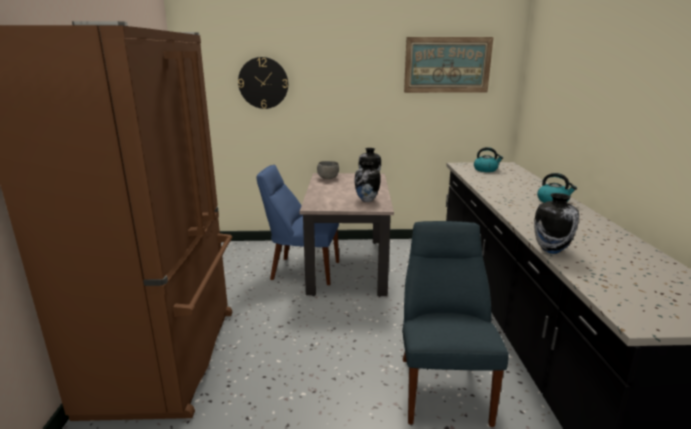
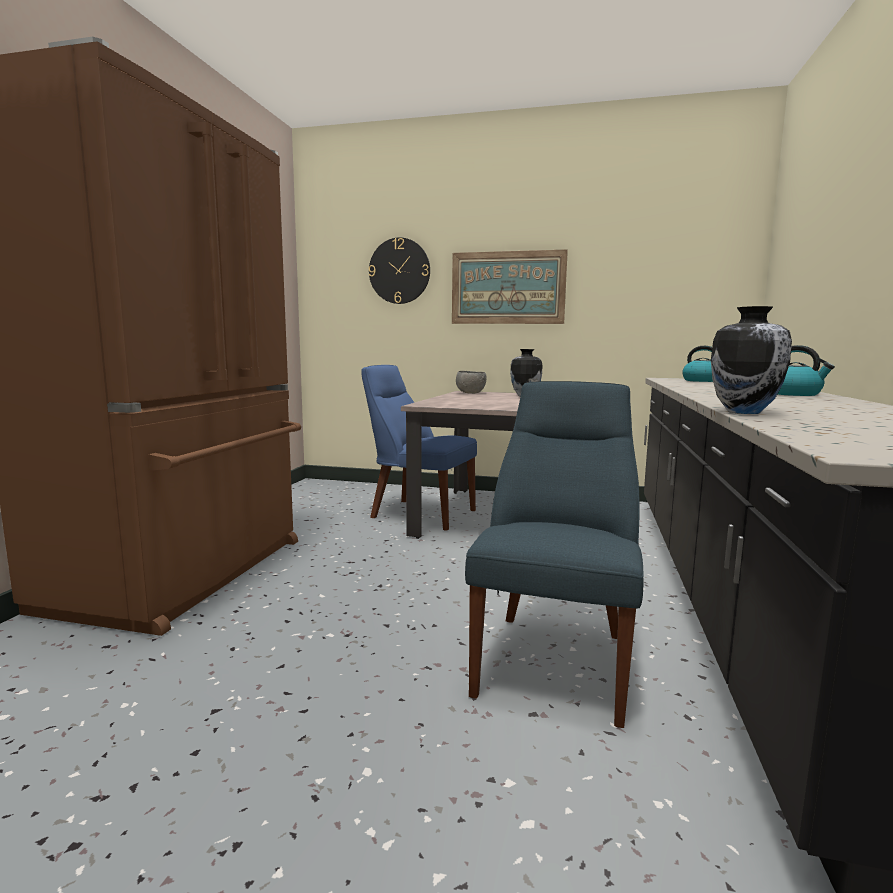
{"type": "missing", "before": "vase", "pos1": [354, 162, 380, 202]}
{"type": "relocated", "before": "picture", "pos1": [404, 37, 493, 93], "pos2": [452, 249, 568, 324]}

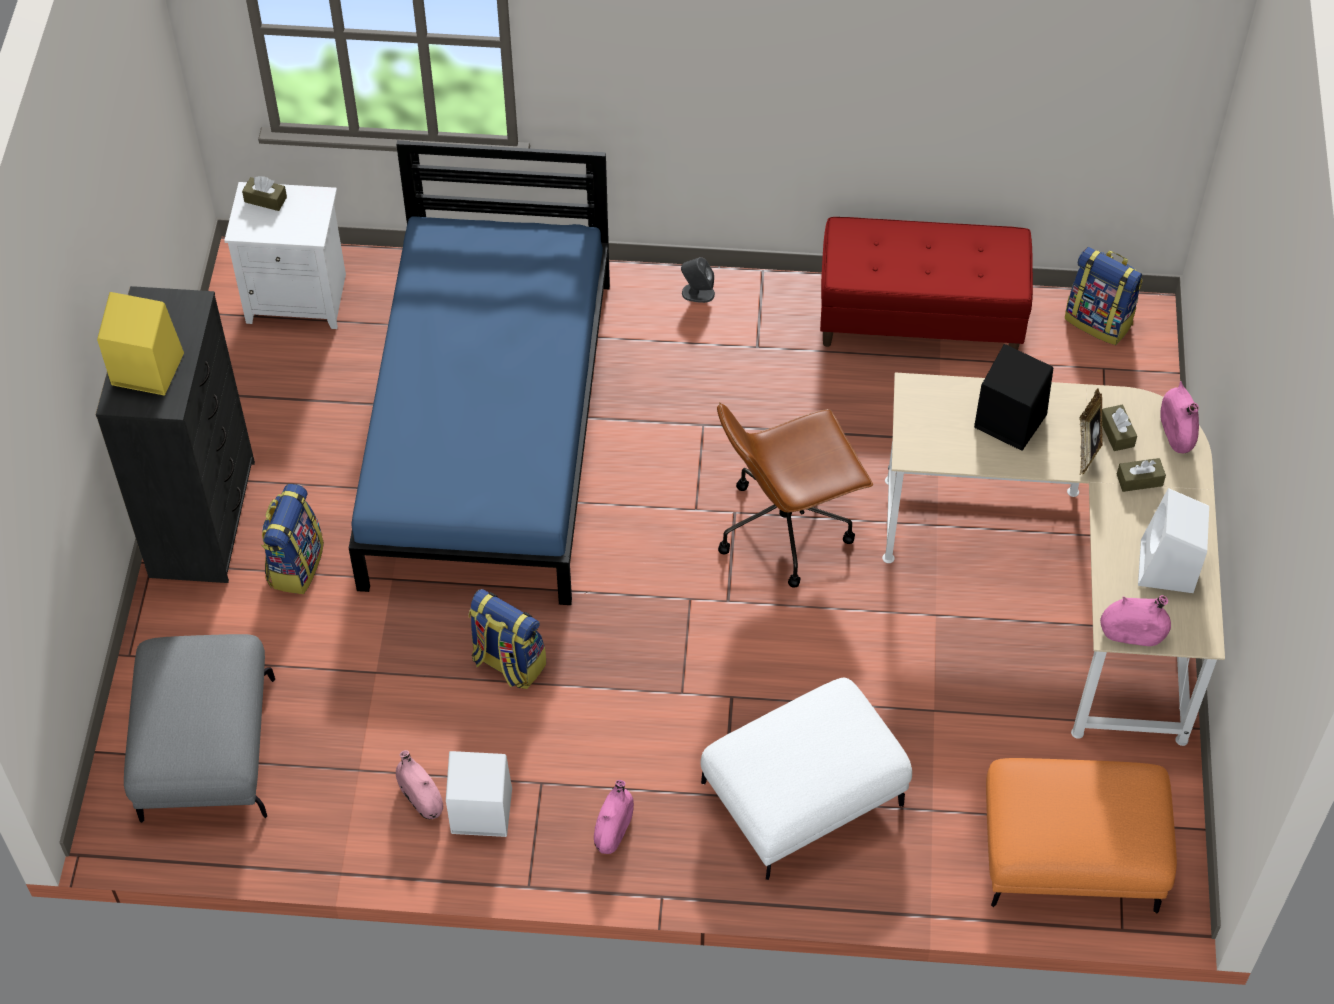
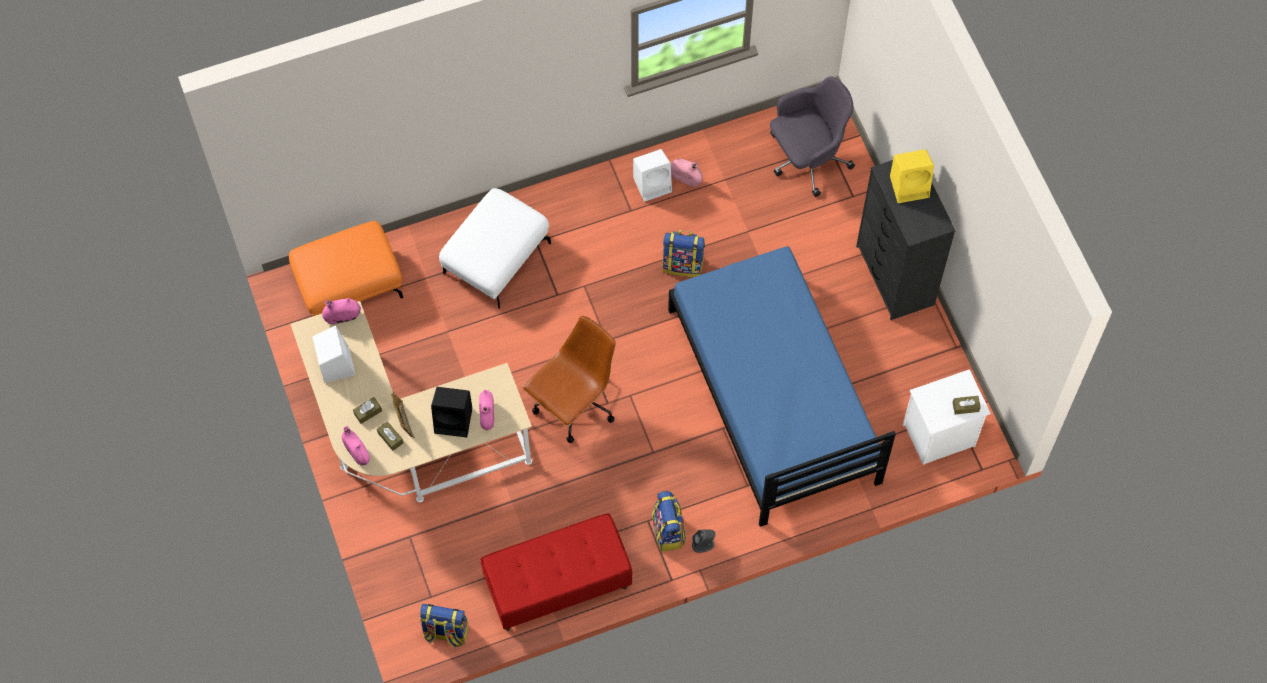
{"type": "relocated", "before": "backpack", "pos1": [261, 484, 324, 594], "pos2": [652, 491, 686, 552]}
{"type": "relocated", "before": "vase (pink)", "pos1": [594, 780, 634, 854], "pos2": [479, 390, 494, 430]}
{"type": "exchanged", "before": "ottoman (grey)", "after": "office chair (grey)", "pos1": [124, 634, 275, 823], "pos2": [770, 77, 855, 197]}

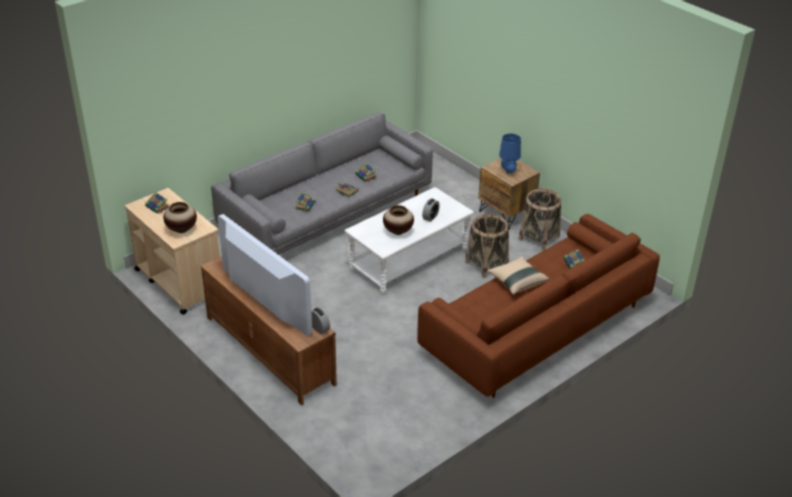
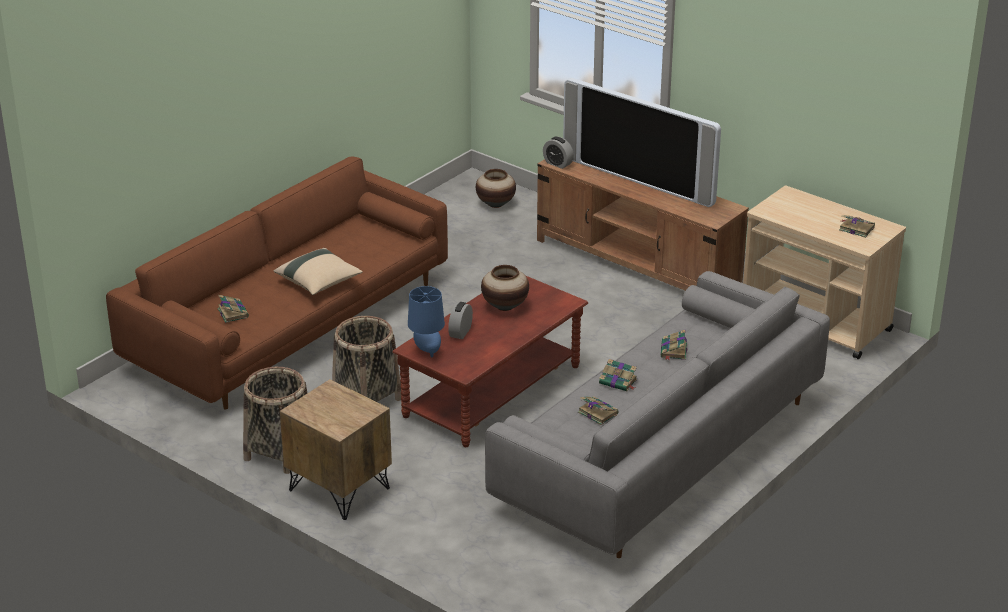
{"type": "relocated", "before": "vase", "pos1": [163, 202, 197, 233], "pos2": [476, 169, 516, 208]}
{"type": "relocated", "before": "table lamp (blue)", "pos1": [499, 133, 521, 174], "pos2": [408, 286, 445, 357]}
{"type": "colour", "before": "coffee table (white)", "after": "coffee table (brown)", "pos1": [344, 187, 474, 295], "pos2": [392, 275, 588, 447]}

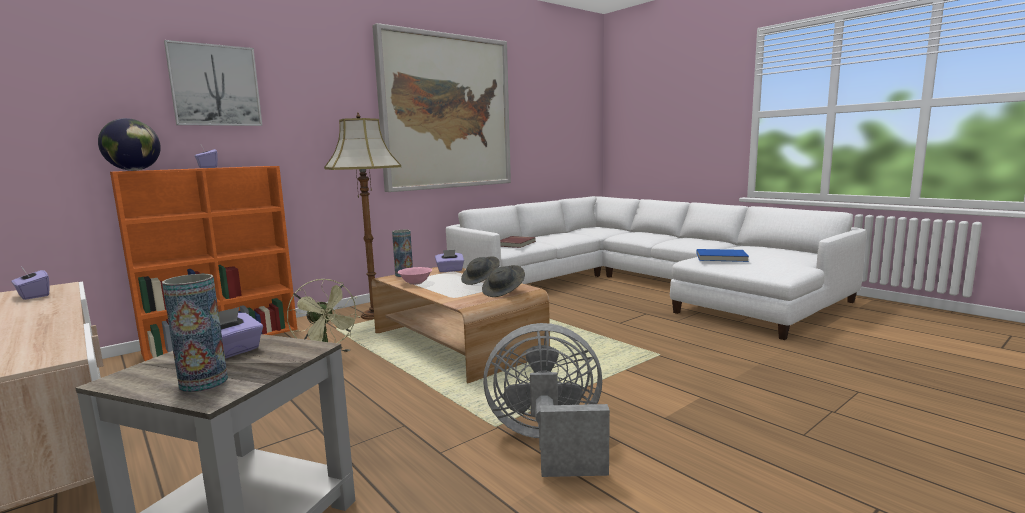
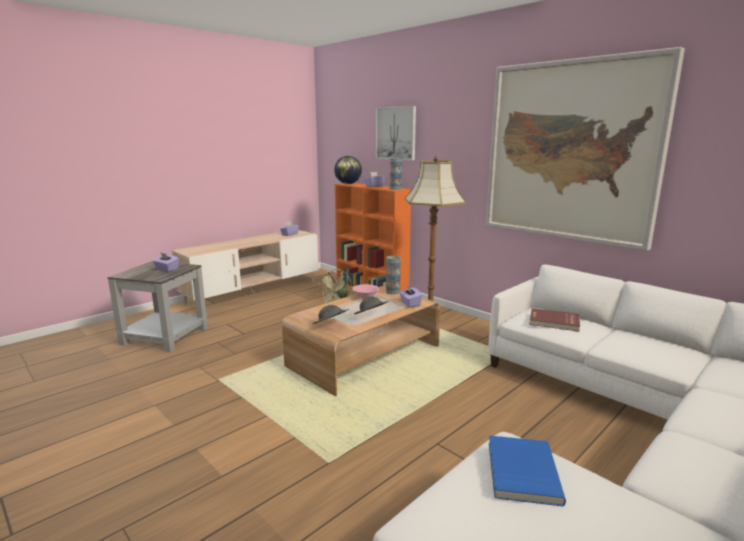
{"type": "missing", "before": "fan (grey)", "pos1": [483, 323, 610, 477]}
{"type": "relocated", "before": "vase", "pos1": [162, 274, 228, 393], "pos2": [390, 158, 402, 190]}

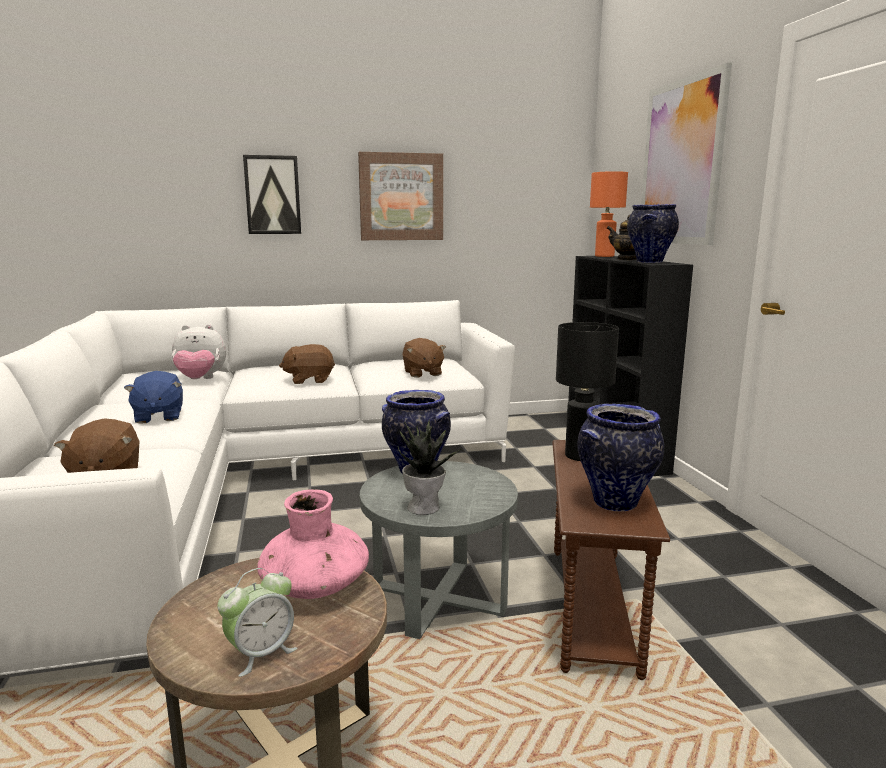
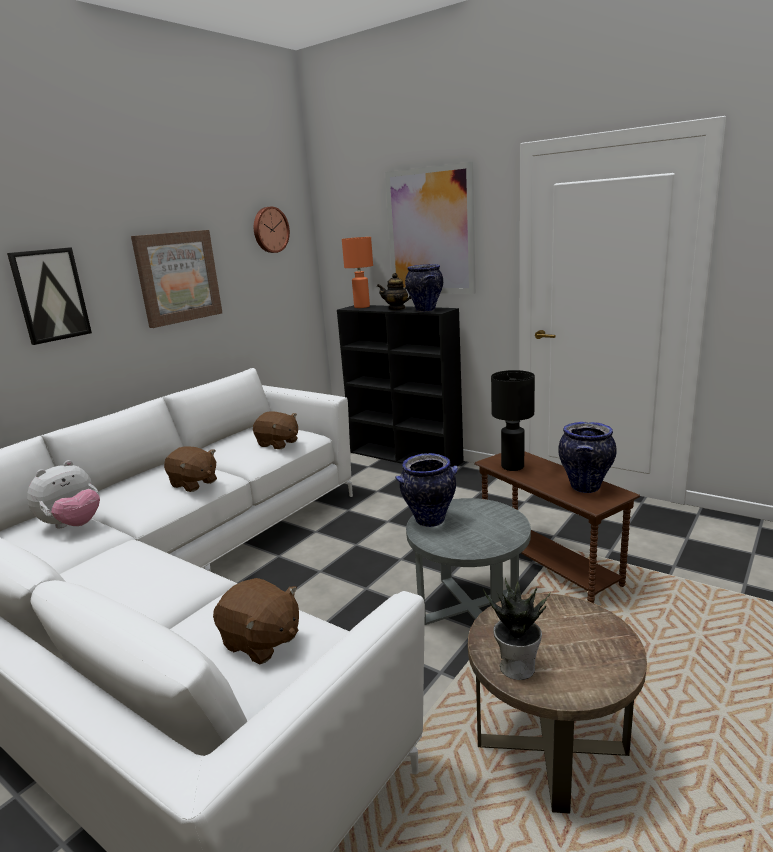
{"type": "missing", "before": "plush toy (blue)", "pos1": [124, 371, 183, 424]}
{"type": "missing", "before": "alarm clock", "pos1": [218, 568, 297, 677]}
{"type": "missing", "before": "vase (pink)", "pos1": [257, 489, 369, 599]}
{"type": "appeared", "after": "wall clock", "pos2": [254, 207, 290, 253]}
{"type": "relocated", "before": "potted plant", "pos1": [397, 419, 463, 515], "pos2": [483, 578, 550, 680]}
{"type": "spun", "before": "plush toy (brown)", "pos1": [279, 344, 335, 384], "pos2": [164, 446, 217, 492], "turn": -90}

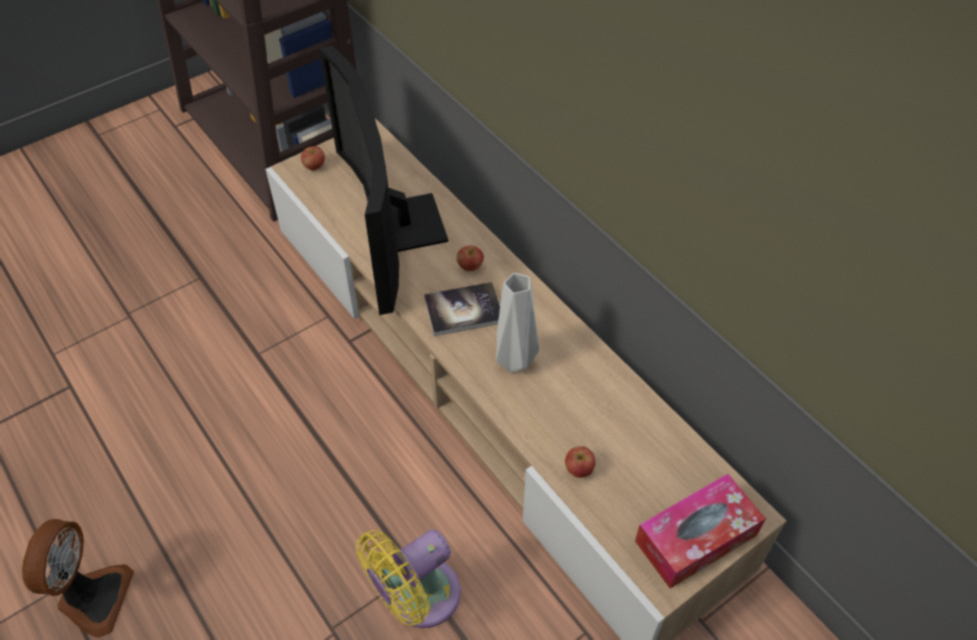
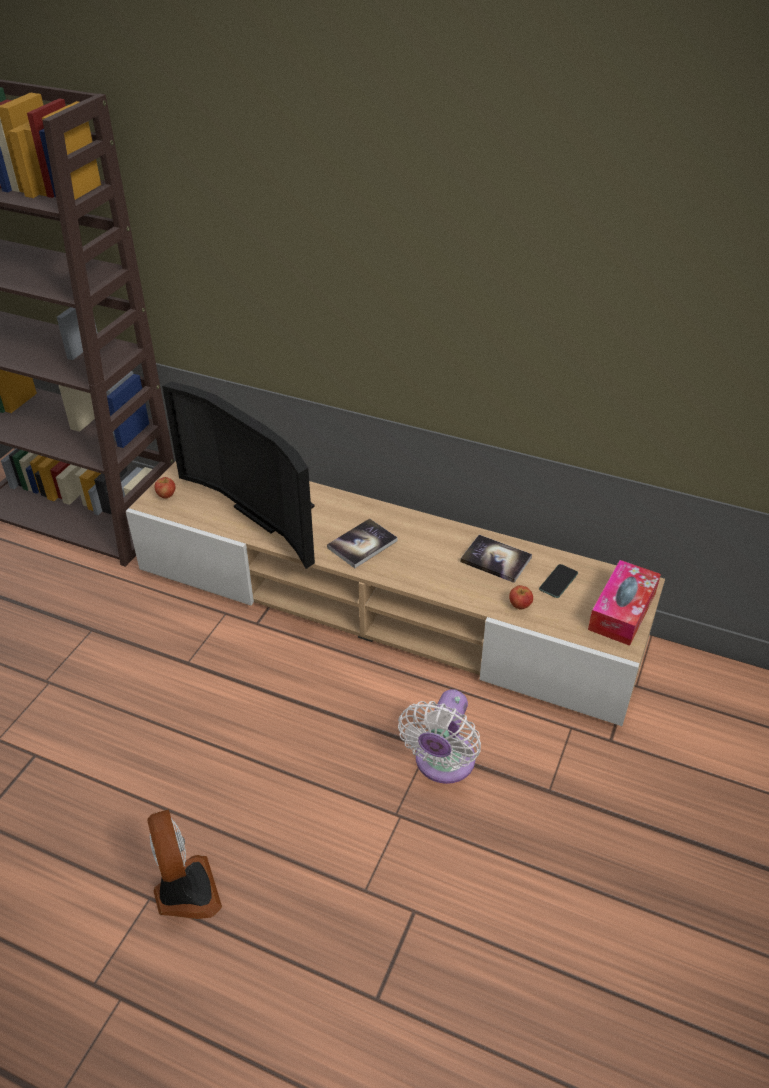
{"type": "missing", "before": "apple", "pos1": [457, 246, 484, 271]}
{"type": "missing", "before": "vase (grey)", "pos1": [496, 273, 539, 373]}
{"type": "appeared", "after": "book", "pos2": [460, 535, 532, 583]}
{"type": "appeared", "after": "phone", "pos2": [539, 564, 578, 598]}
{"type": "colour", "before": "fan (yellow)", "after": "fan (white)", "pos1": [356, 530, 461, 628], "pos2": [398, 689, 481, 784]}

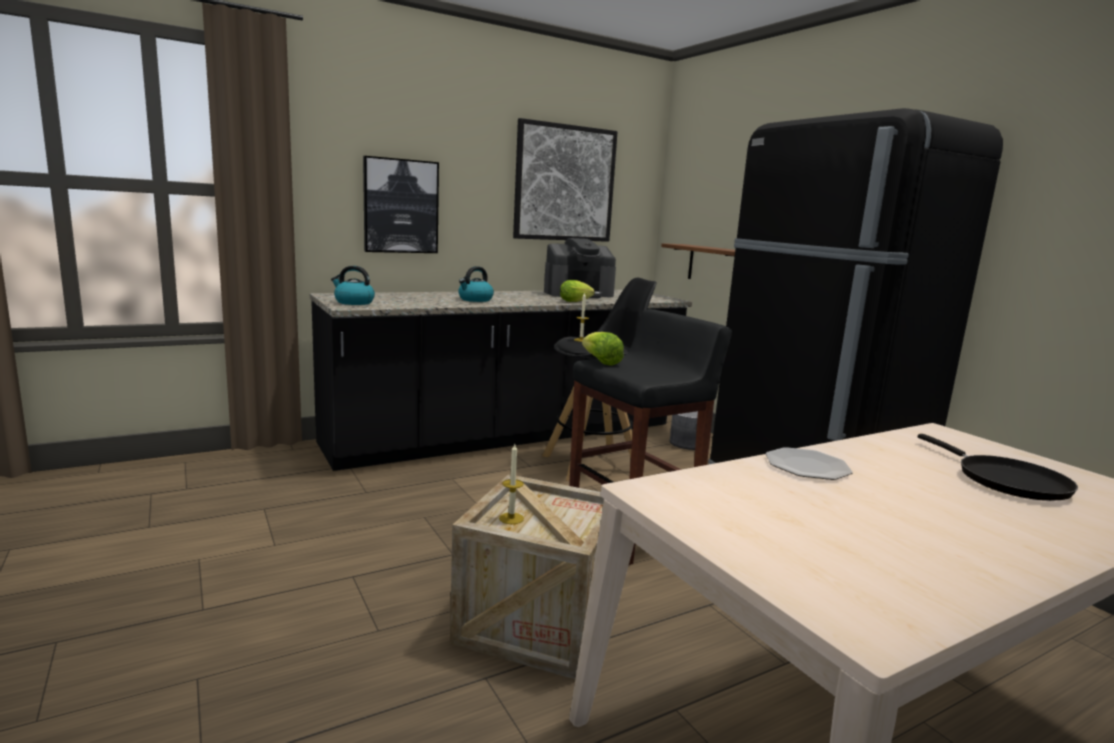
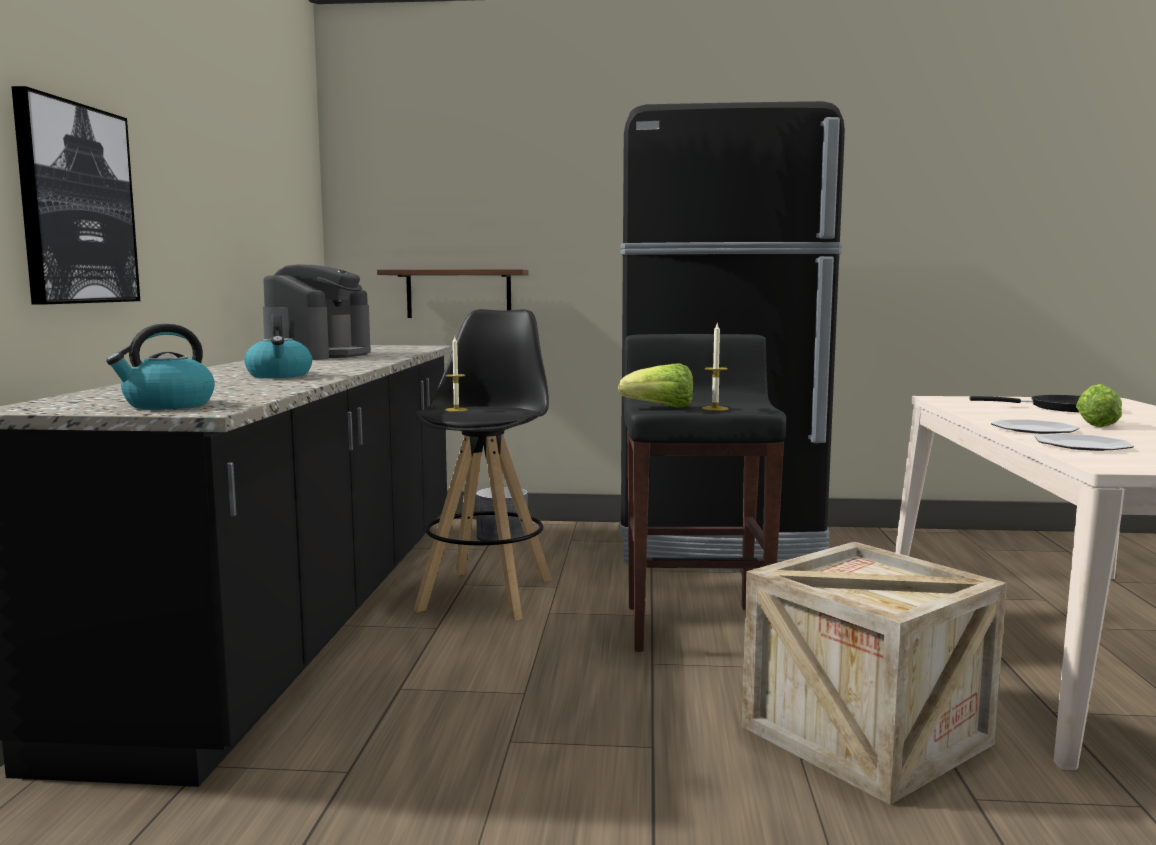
{"type": "missing", "before": "picture", "pos1": [513, 118, 618, 242]}
{"type": "appeared", "after": "plate", "pos2": [1035, 433, 1134, 451]}
{"type": "relocated", "before": "candle", "pos1": [499, 444, 524, 524], "pos2": [702, 324, 729, 411]}
{"type": "relocated", "before": "lettuce", "pos1": [560, 280, 595, 302], "pos2": [1076, 384, 1122, 427]}

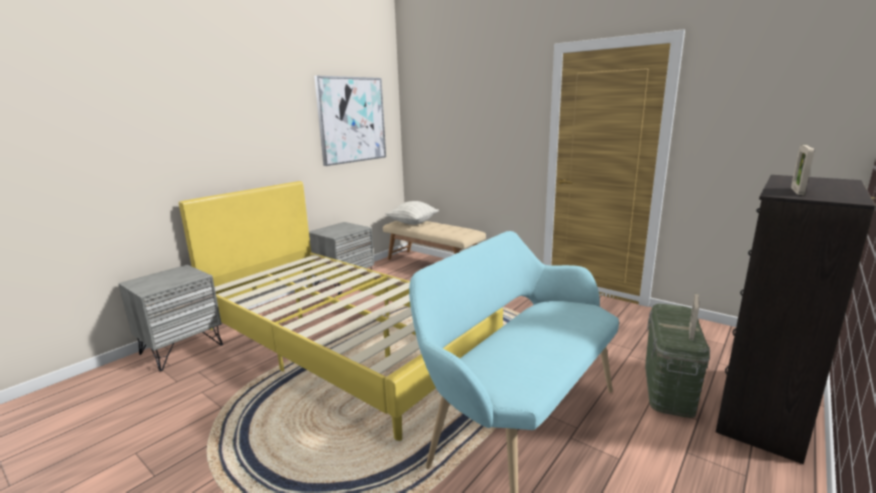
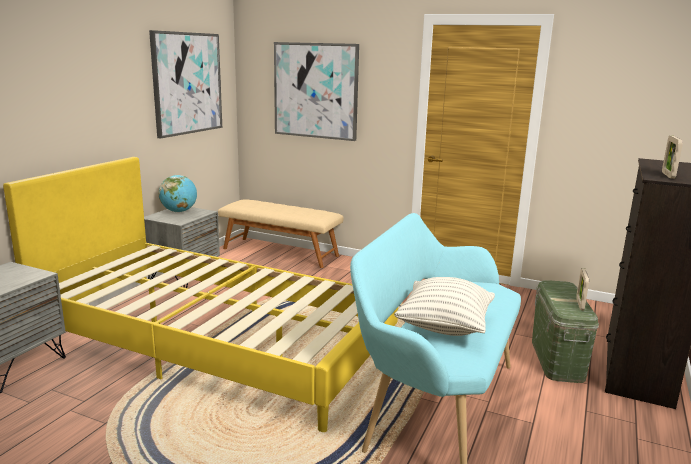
{"type": "appeared", "after": "globe", "pos2": [159, 175, 197, 212]}
{"type": "appeared", "after": "picture", "pos2": [274, 42, 359, 141]}
{"type": "relocated", "before": "pillow", "pos1": [386, 201, 439, 225], "pos2": [394, 277, 495, 336]}

